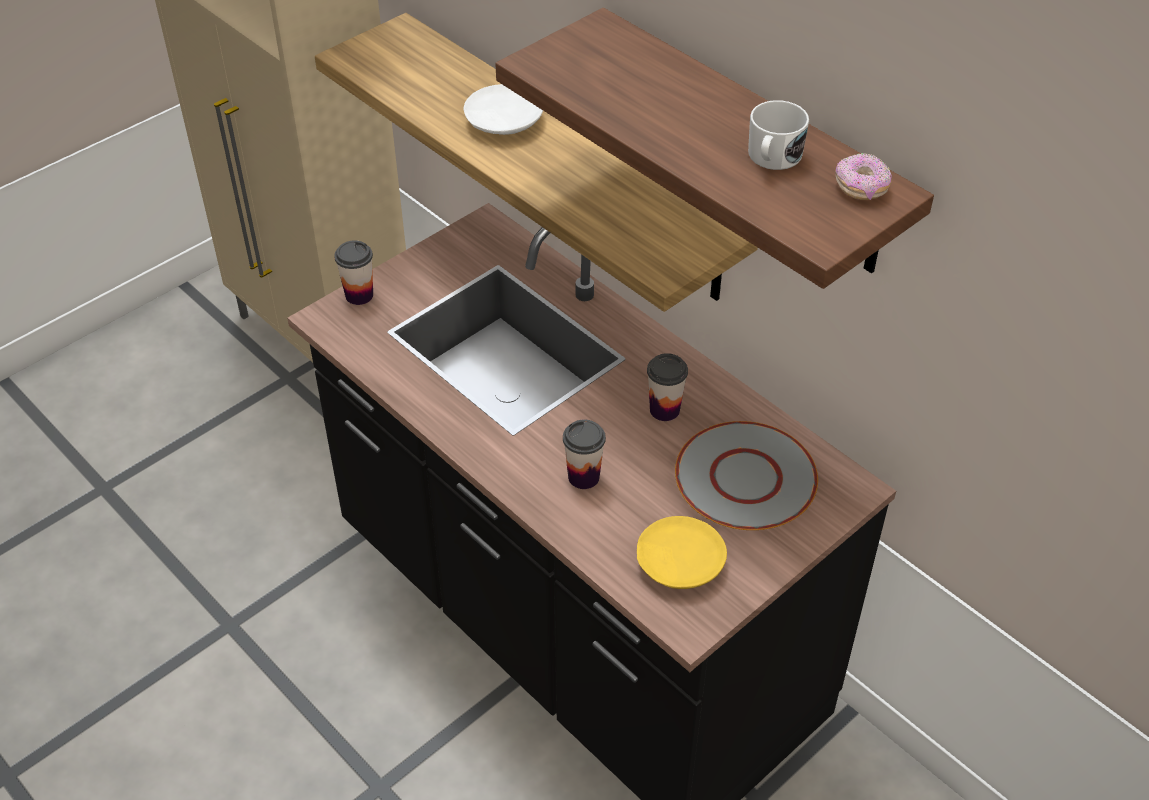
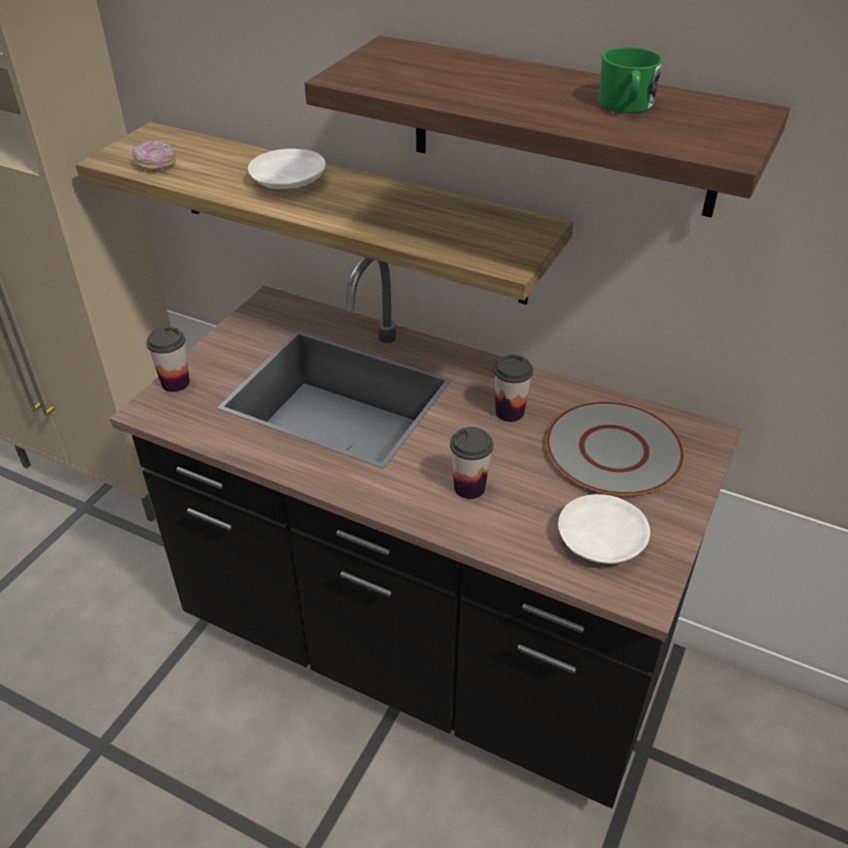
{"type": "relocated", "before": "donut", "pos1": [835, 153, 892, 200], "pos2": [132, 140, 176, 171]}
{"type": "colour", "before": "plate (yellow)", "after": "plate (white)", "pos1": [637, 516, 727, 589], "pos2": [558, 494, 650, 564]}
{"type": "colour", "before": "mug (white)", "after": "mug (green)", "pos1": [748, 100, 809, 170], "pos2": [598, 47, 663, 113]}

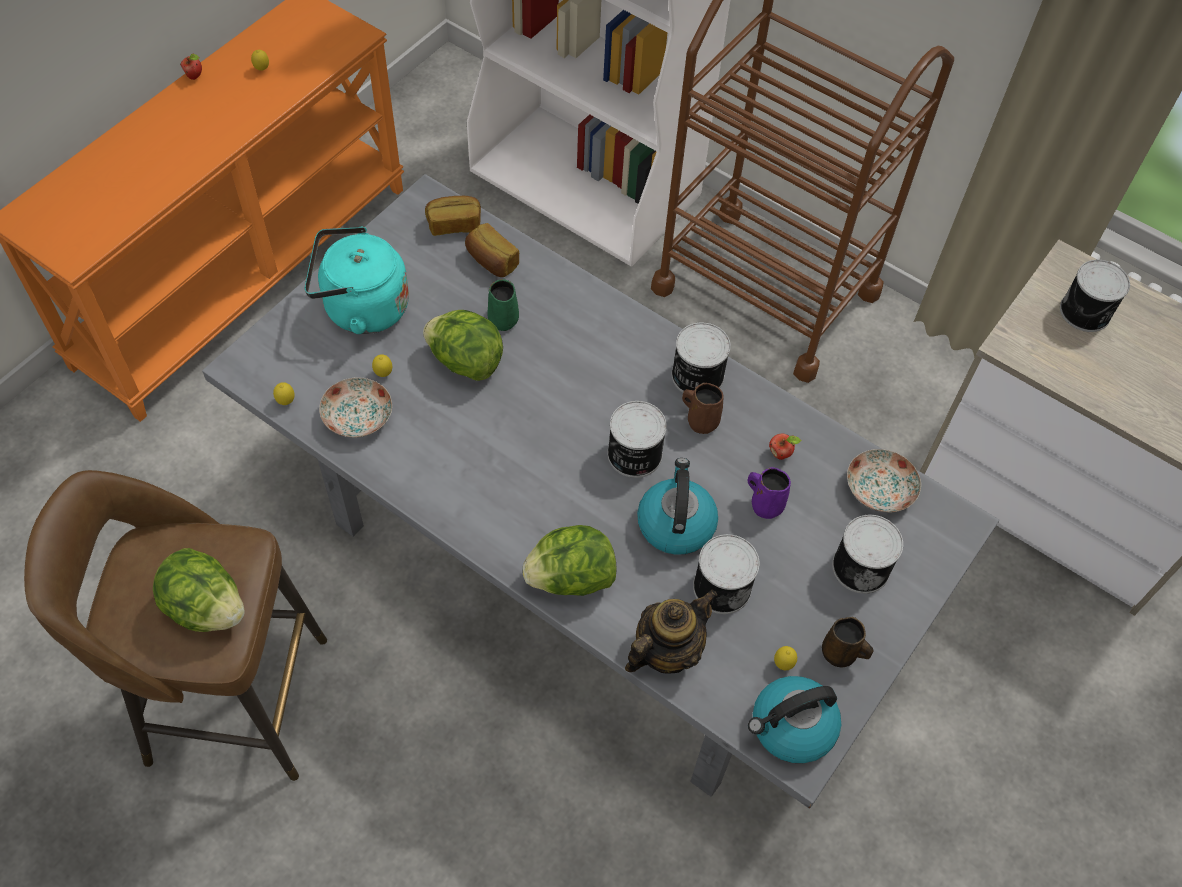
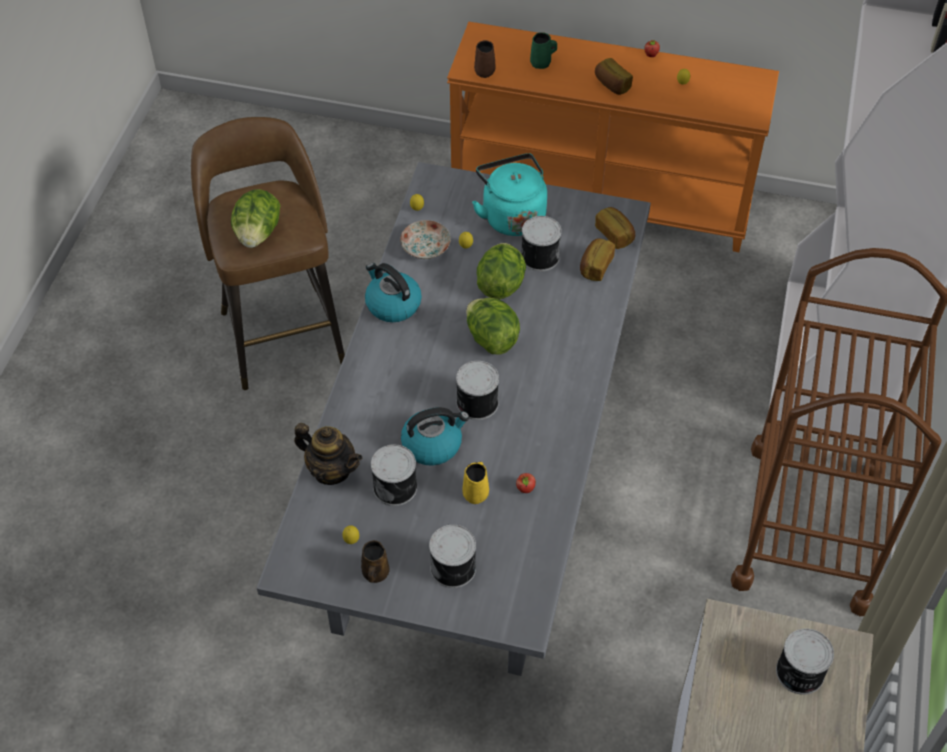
{"type": "missing", "before": "plate", "pos1": [847, 449, 921, 512]}
{"type": "appeared", "after": "bread", "pos2": [595, 58, 633, 95]}
{"type": "relocated", "before": "mug (green)", "pos1": [487, 279, 519, 331], "pos2": [530, 32, 557, 69]}
{"type": "relocated", "before": "lettuce", "pos1": [523, 525, 617, 596], "pos2": [466, 298, 520, 354]}
{"type": "relocated", "before": "can", "pos1": [672, 323, 731, 393], "pos2": [521, 216, 562, 271]}
{"type": "relocated", "before": "mug (brown)", "pos1": [682, 383, 724, 434], "pos2": [474, 40, 496, 78]}
{"type": "relocated", "before": "kettle", "pos1": [748, 676, 841, 763], "pos2": [365, 263, 422, 322]}
{"type": "colour", "before": "mug (purple)", "after": "mug (yellow)", "pos1": [747, 467, 791, 519], "pos2": [462, 462, 489, 504]}

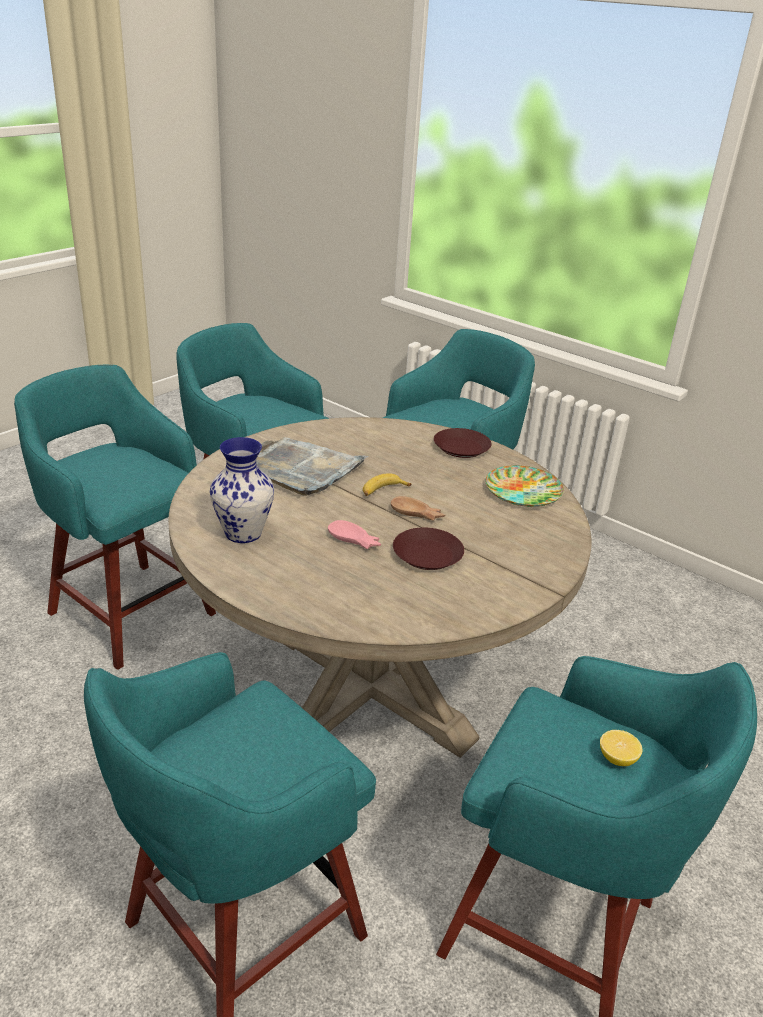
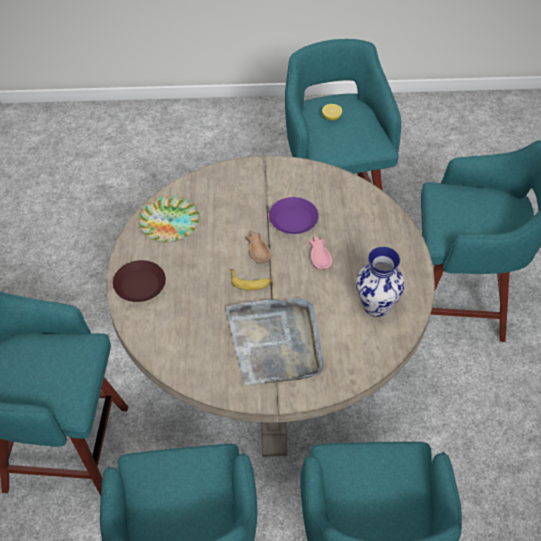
{"type": "colour", "before": "plate (brown)", "after": "plate (purple)", "pos1": [393, 528, 464, 570], "pos2": [269, 197, 319, 234]}

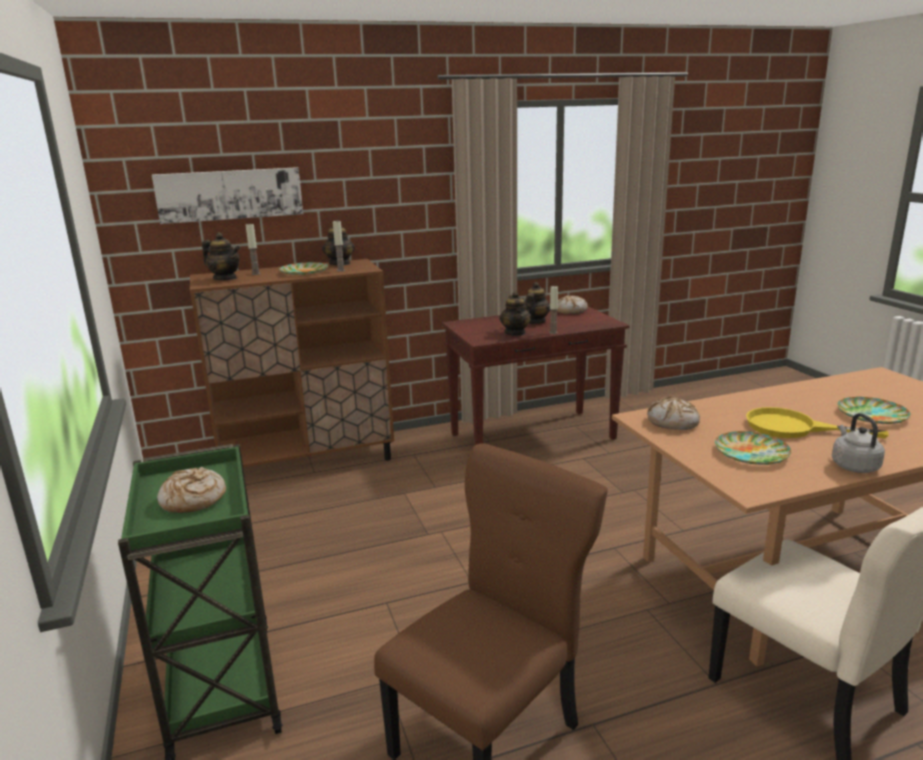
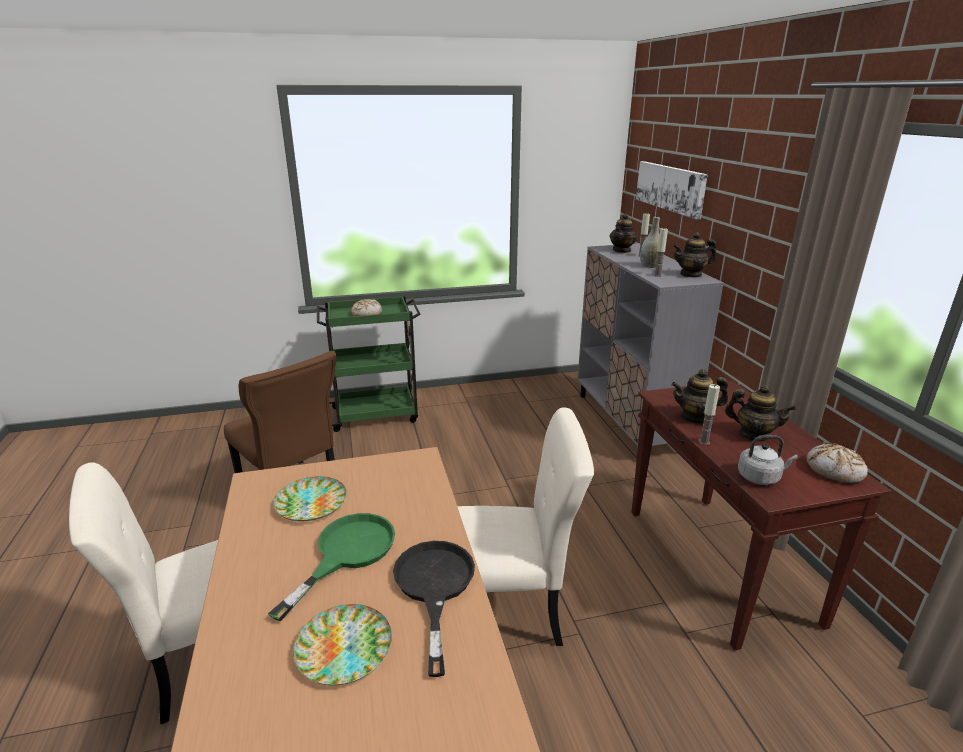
{"type": "missing", "before": "bread", "pos1": [647, 397, 700, 430]}
{"type": "appeared", "after": "frying pan (black)", "pos2": [393, 541, 475, 677]}
{"type": "appeared", "after": "chair (beige)", "pos2": [457, 407, 594, 646]}
{"type": "relocated", "before": "kettle (grey)", "pos1": [832, 413, 885, 473], "pos2": [738, 435, 798, 485]}
{"type": "exchanged", "before": "plate", "after": "vase (grey)", "pos1": [279, 262, 328, 275], "pos2": [640, 217, 660, 268]}
{"type": "colour", "before": "cabinet (brown)", "after": "cabinet (grey)", "pos1": [190, 259, 394, 467], "pos2": [577, 243, 724, 461]}
{"type": "colour", "before": "frying pan (yellow)", "after": "frying pan (green)", "pos1": [746, 407, 889, 439], "pos2": [268, 513, 395, 621]}

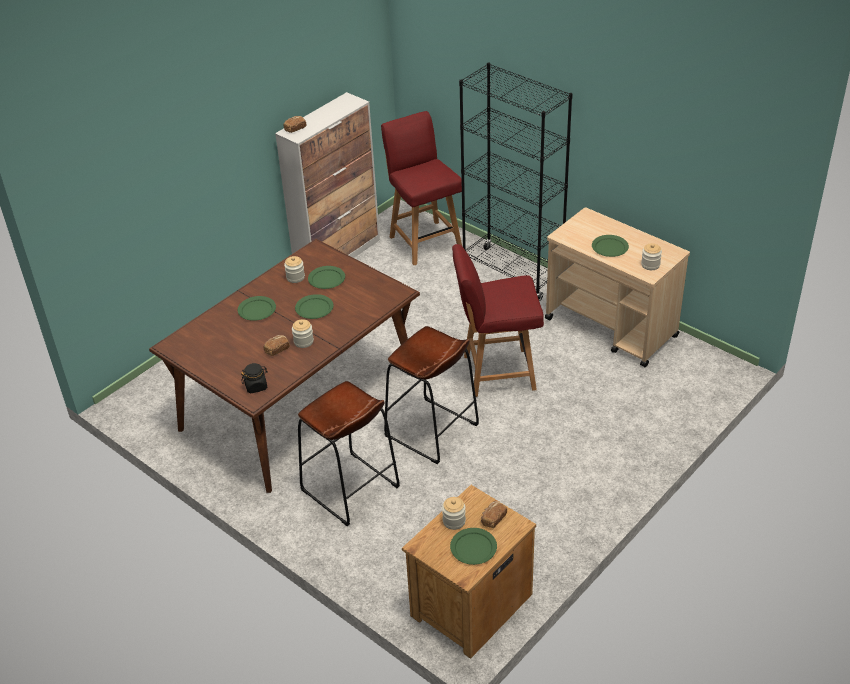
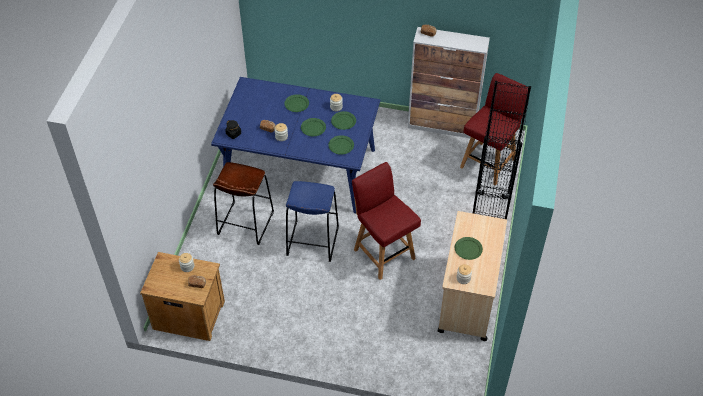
{"type": "relocated", "before": "plate (green)", "pos1": [450, 528, 497, 565], "pos2": [328, 135, 354, 155]}
{"type": "colour", "before": "dining table (brown)", "after": "dining table (blue)", "pos1": [149, 239, 420, 493], "pos2": [211, 77, 380, 214]}
{"type": "colour", "before": "stool (brown)", "after": "stool (blue)", "pos1": [384, 326, 479, 464], "pos2": [286, 181, 339, 262]}

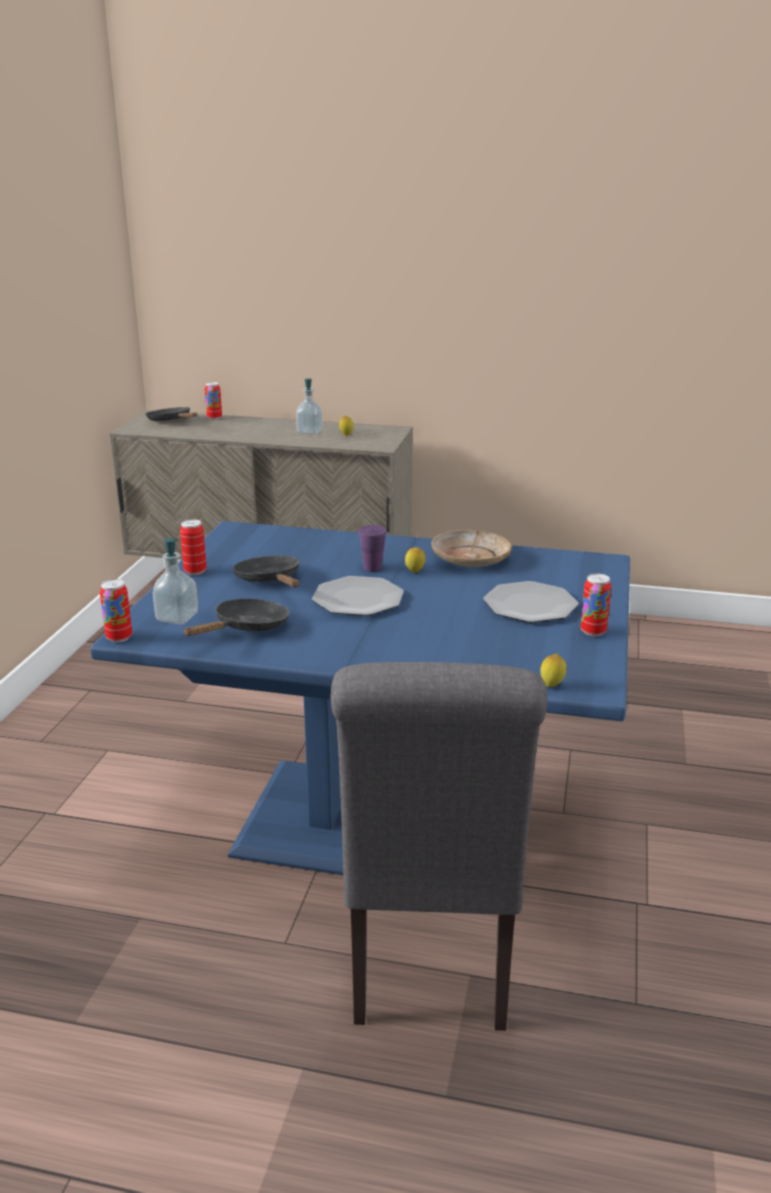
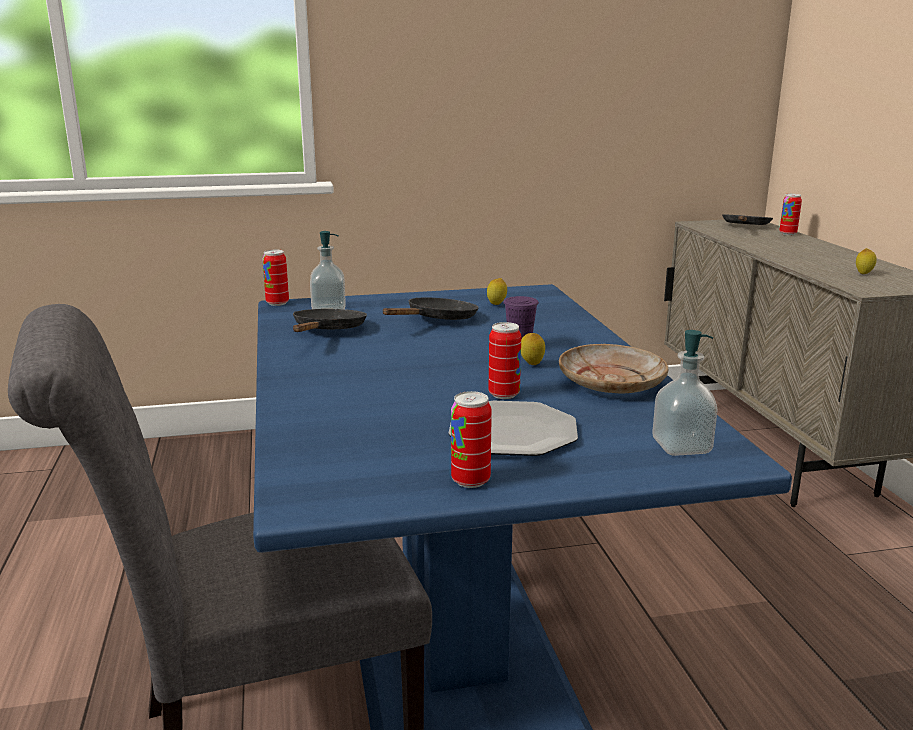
{"type": "missing", "before": "plate", "pos1": [312, 576, 404, 616]}
{"type": "relocated", "before": "can", "pos1": [180, 519, 207, 575], "pos2": [488, 322, 521, 399]}
{"type": "relocated", "before": "soap dispenser", "pos1": [296, 378, 323, 435], "pos2": [652, 330, 717, 456]}
{"type": "relocated", "before": "lemon", "pos1": [540, 653, 566, 687], "pos2": [487, 278, 507, 305]}
{"type": "spun", "before": "frying pan (black)", "pos1": [183, 599, 289, 636], "pos2": [293, 309, 367, 332], "turn": -90}

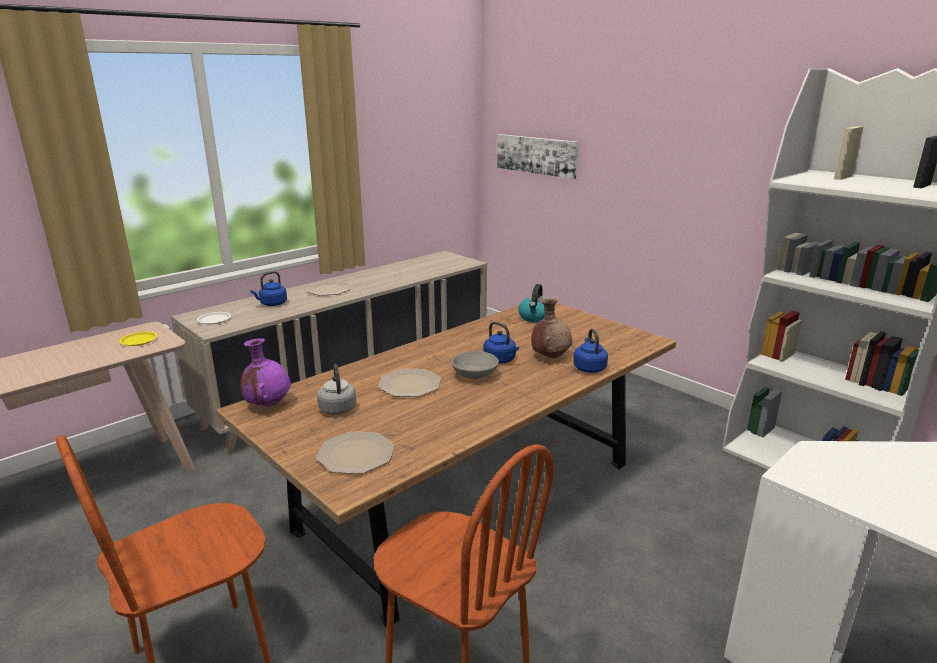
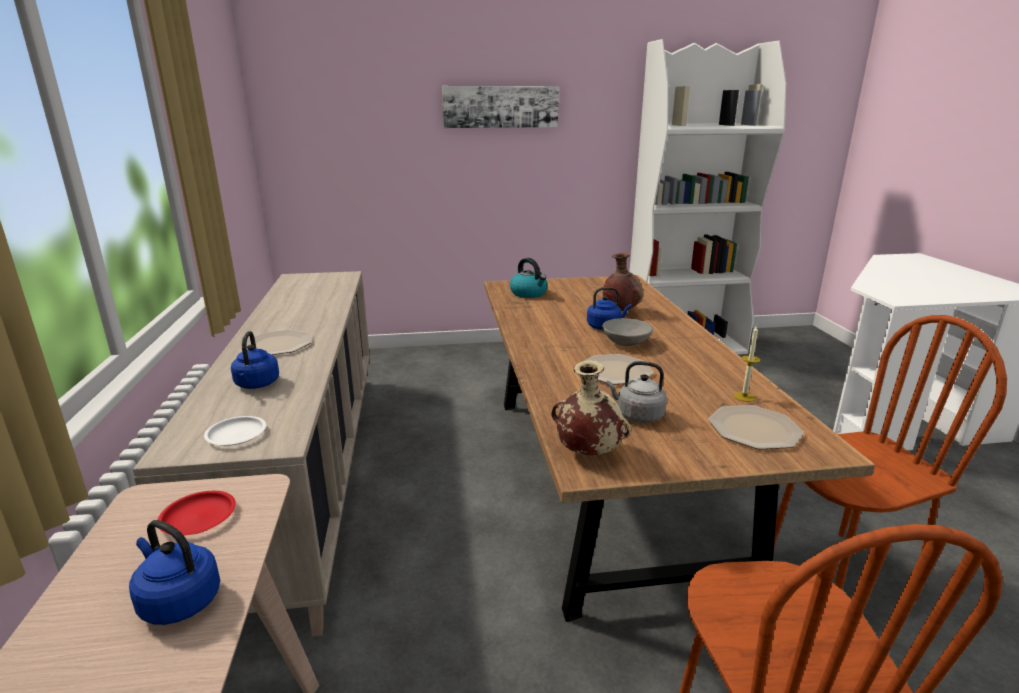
{"type": "appeared", "after": "candle", "pos2": [734, 326, 760, 402]}
{"type": "relocated", "before": "picture", "pos1": [497, 134, 579, 179], "pos2": [442, 86, 559, 128]}
{"type": "relocated", "before": "kettle (blue)", "pos1": [573, 329, 608, 373], "pos2": [129, 520, 220, 625]}
{"type": "colour", "before": "plate (yellow)", "after": "plate (red)", "pos1": [119, 331, 158, 346], "pos2": [157, 491, 236, 536]}
{"type": "colour", "before": "vase (purple)", "after": "vase (beige)", "pos1": [241, 338, 291, 406], "pos2": [551, 361, 631, 455]}

